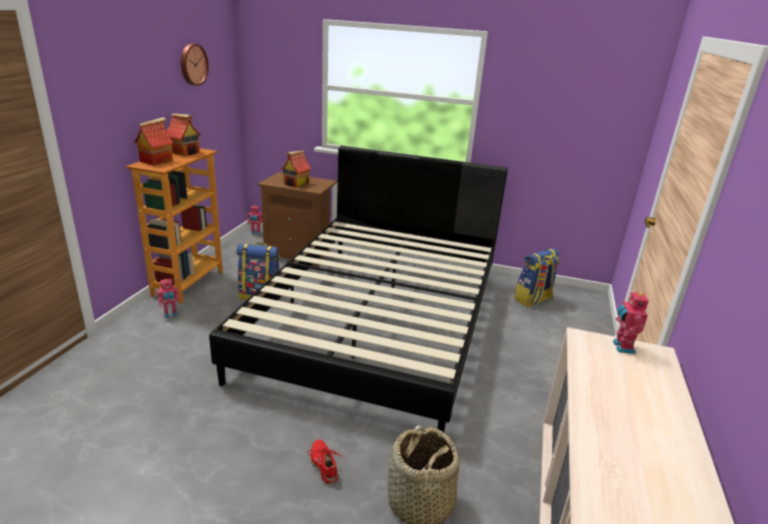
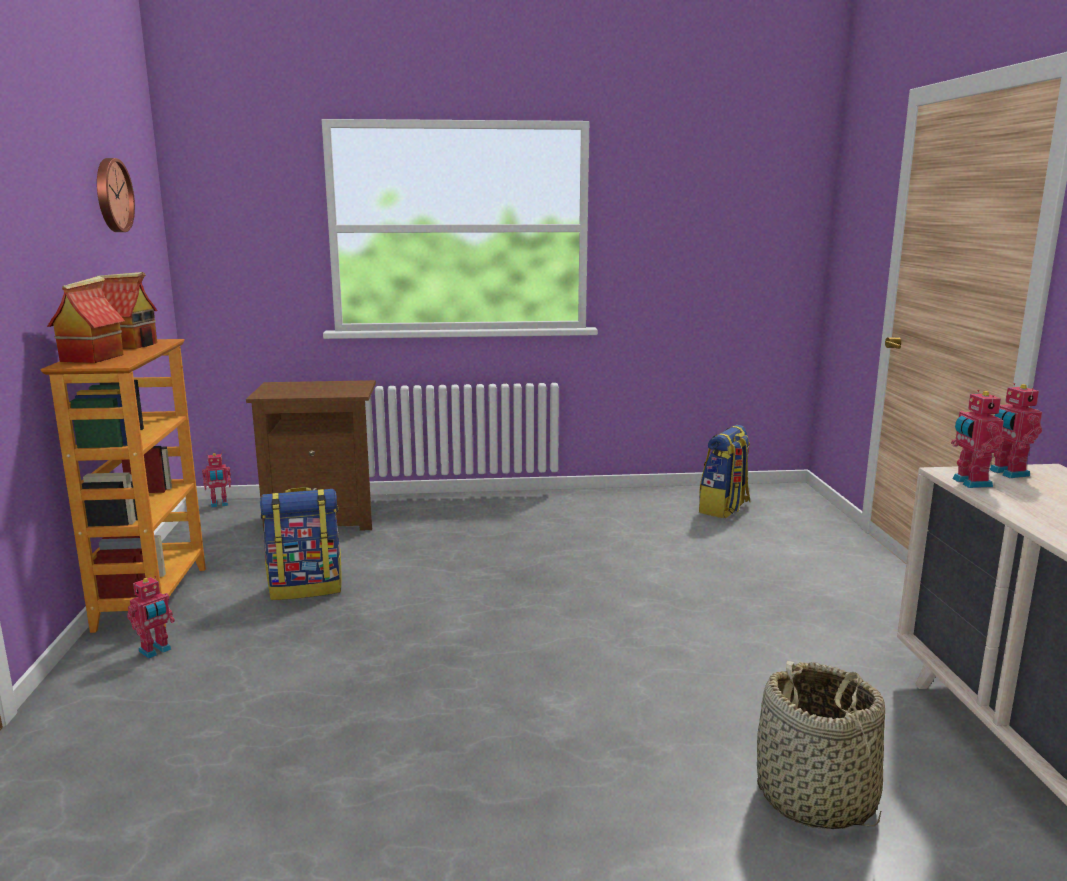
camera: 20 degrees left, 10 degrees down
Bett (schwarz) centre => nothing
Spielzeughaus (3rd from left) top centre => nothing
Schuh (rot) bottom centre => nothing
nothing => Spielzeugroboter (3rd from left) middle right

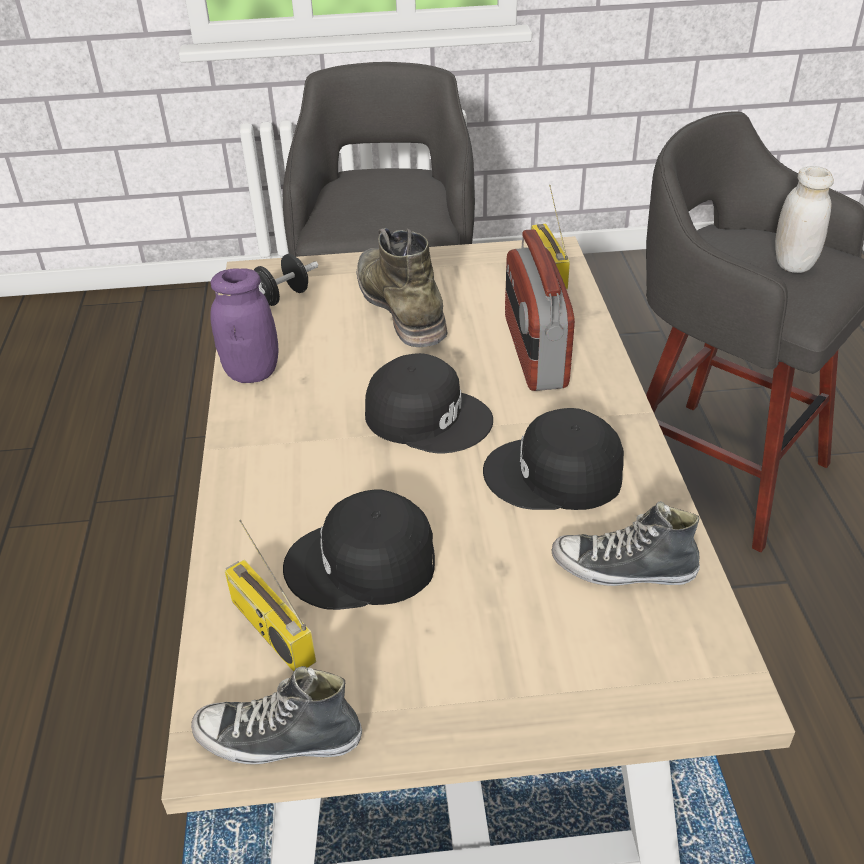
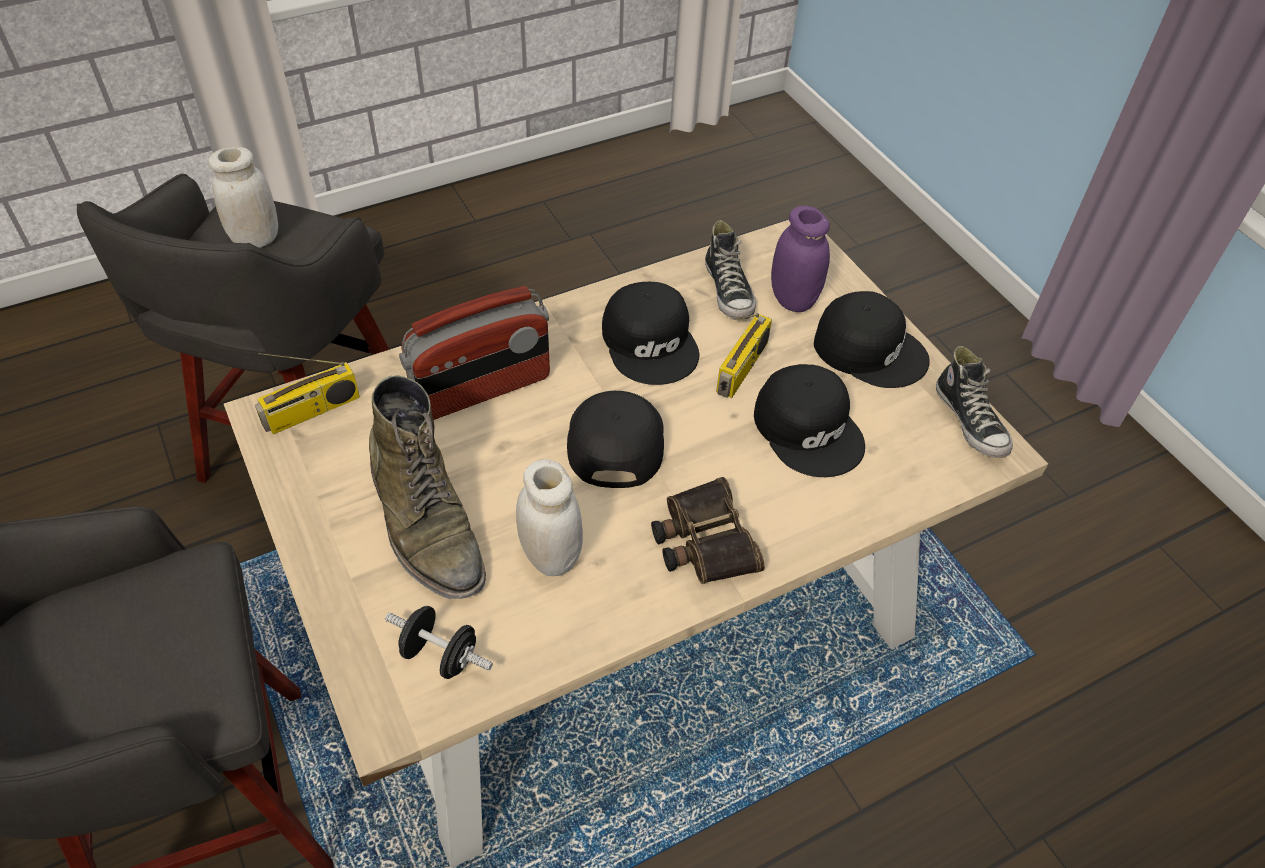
camera: 115 degrees left, 10 degrees up
Stiefel (grün) top centre => Stiefel (grün) centre, 75 degrees counterclockwise
Vorratsglas (lila) middle left => Vorratsglas (lila) top centre, move
Radio (1st from left in the first image) bottom left => Radio (3rd from left) centre, move
nothing => Kappe (schwarz) (4th from left) middle right
nothing => Vorratsglas (weiß) (2nd from left) centre
nothing => Fernglas centre

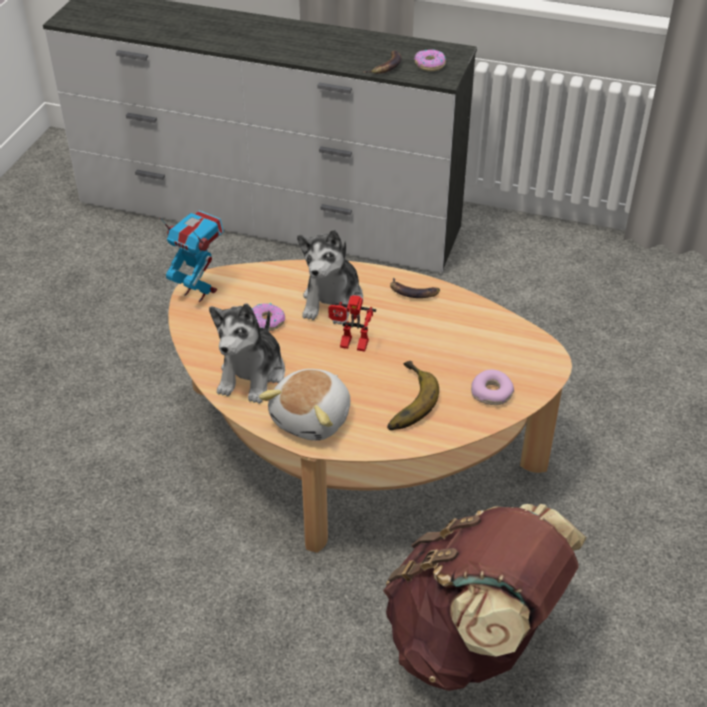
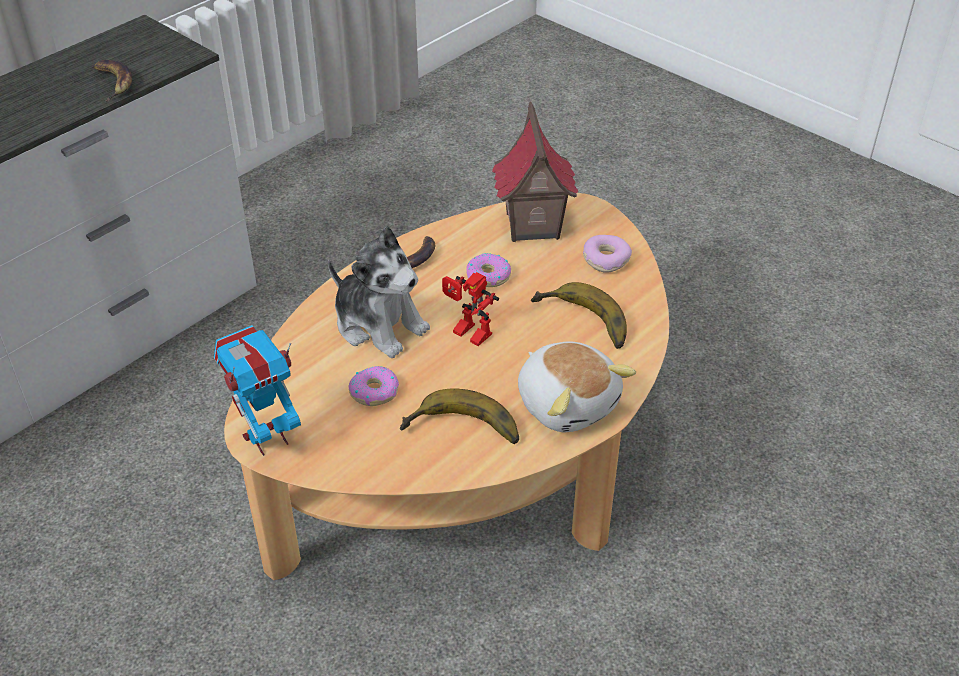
camera: 65 degrees left, 0 degrees up
Donut (2nd from left) top centre => Donut (2nd from left) centre, move
Spielzeugroboter (2nd from left) centre, 90 degrees clockwise
Plüschtier (1st from left) centre => Banane (3rd from left) centre
Rucksack (braun) bottom right => nothing
nothing => Spielzeughaus top centre

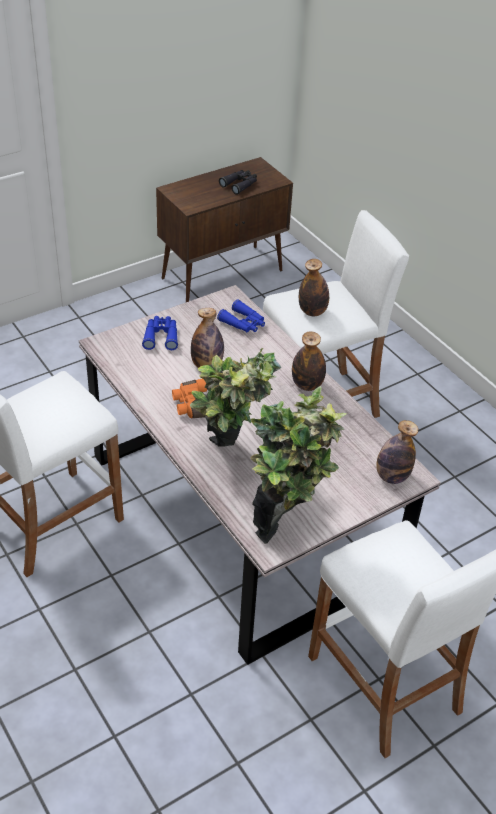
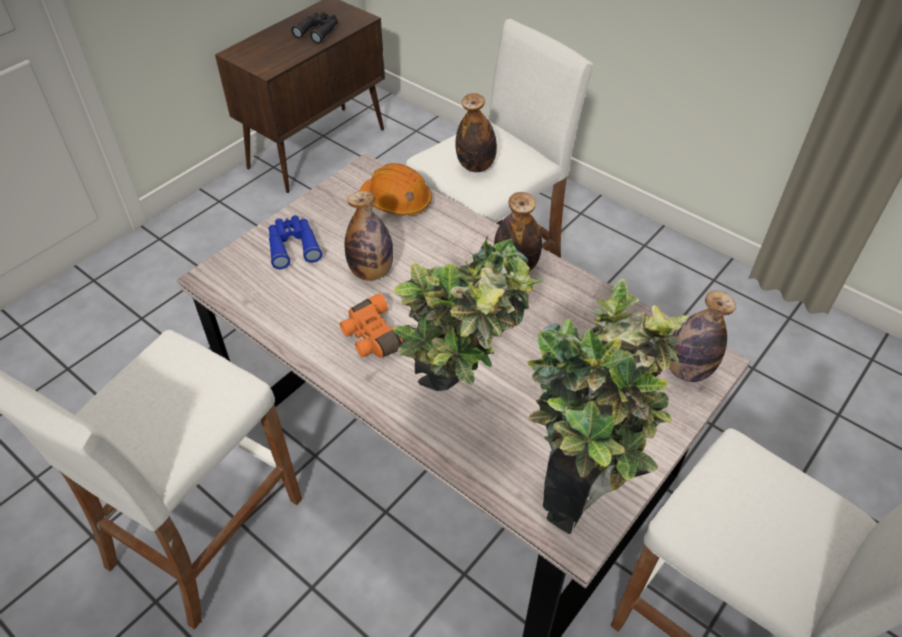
camera: 15 degrees left, 5 degrees up
Fernglas (blau) (2nd from left) centre => Schutzhelm (orange) top centre

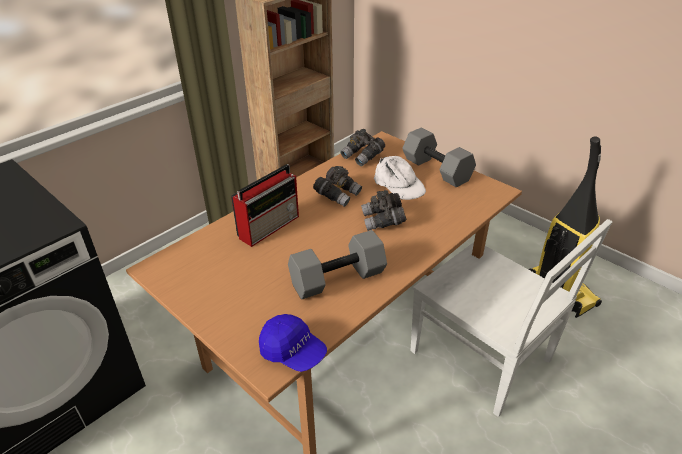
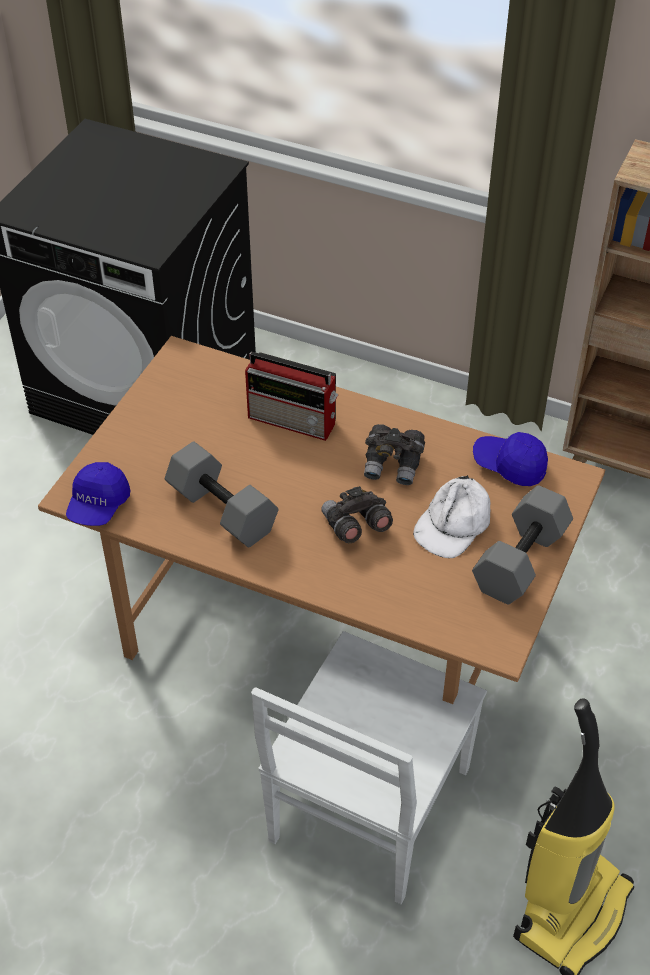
camera: 70 degrees right, 10 degrees up
Fernglas (grau) (2nd from left) top centre => Kappe (blau) (2nd from left) middle right

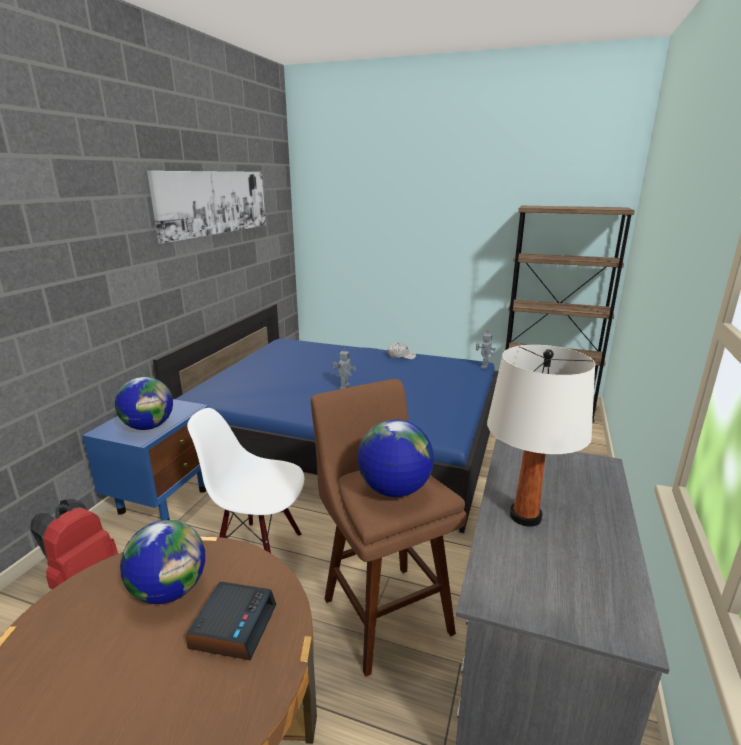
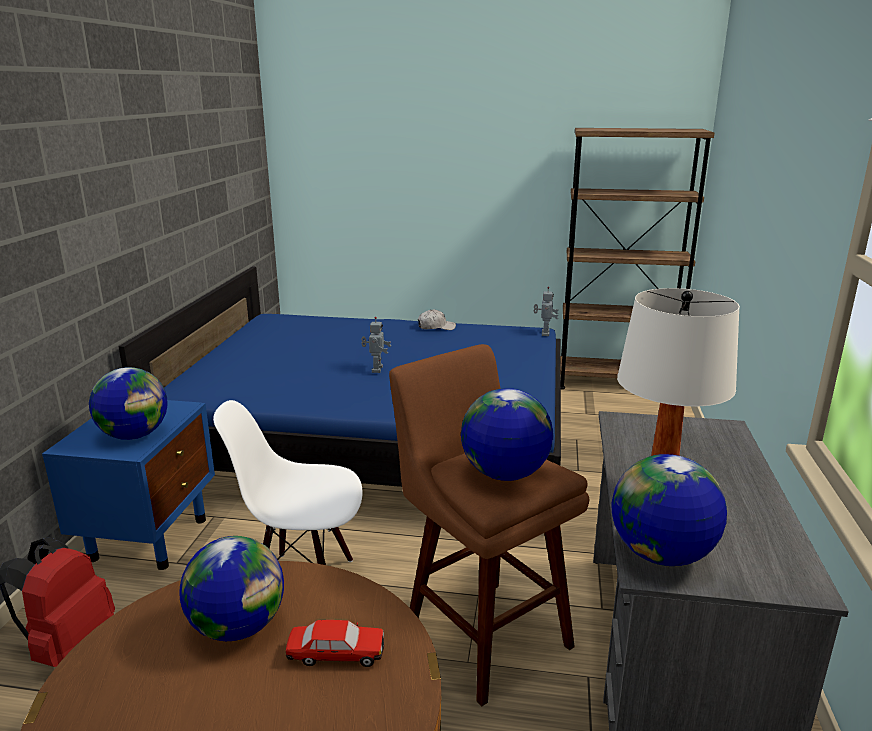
camera: 10 degrees left, 0 degrees up
Bild top left => nothing
Wecker bottom left => Spielzeugauto bottom centre
nothing => Globus (4th from left) bottom right

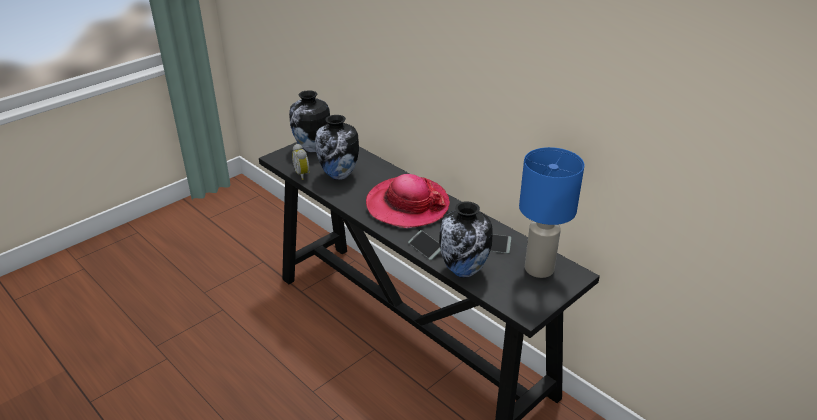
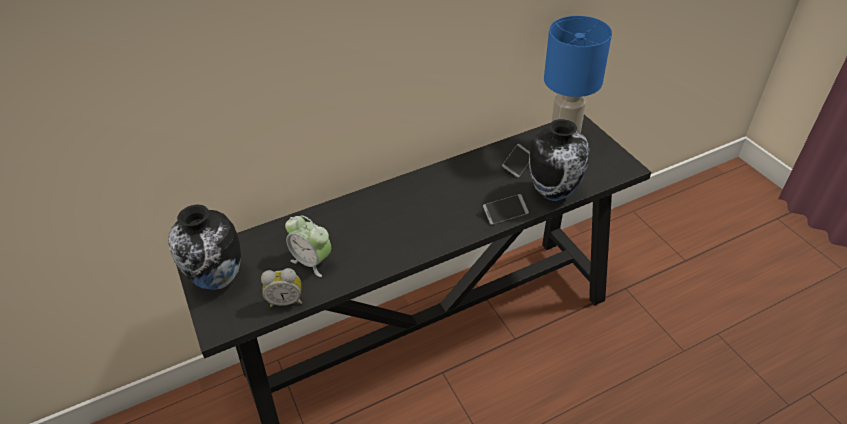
camera: 70 degrees left, 10 degrees up
Vase (2nd from left) centre => Wecker (2nd from left) centre
Hut centre => nothing

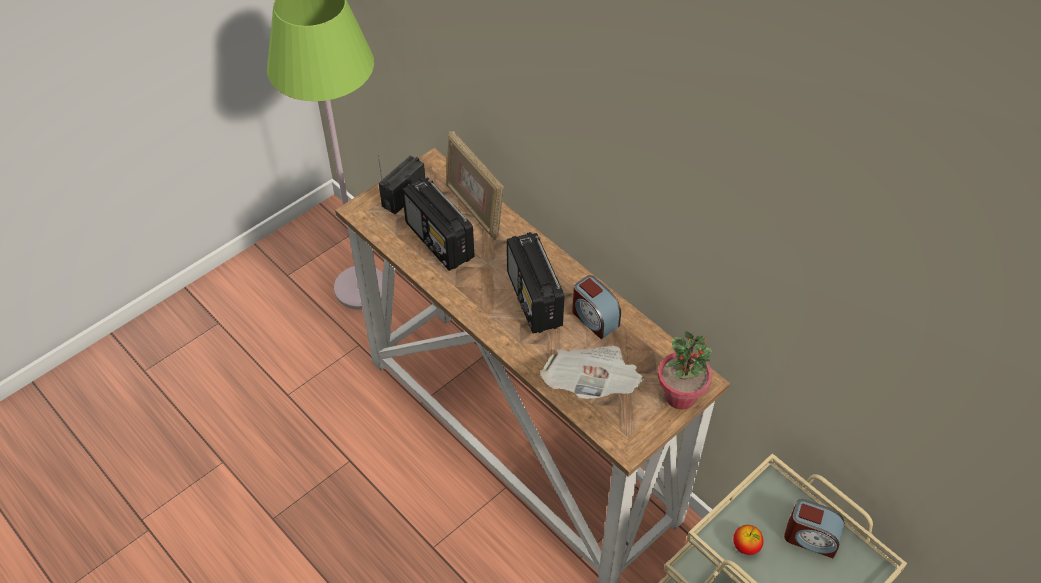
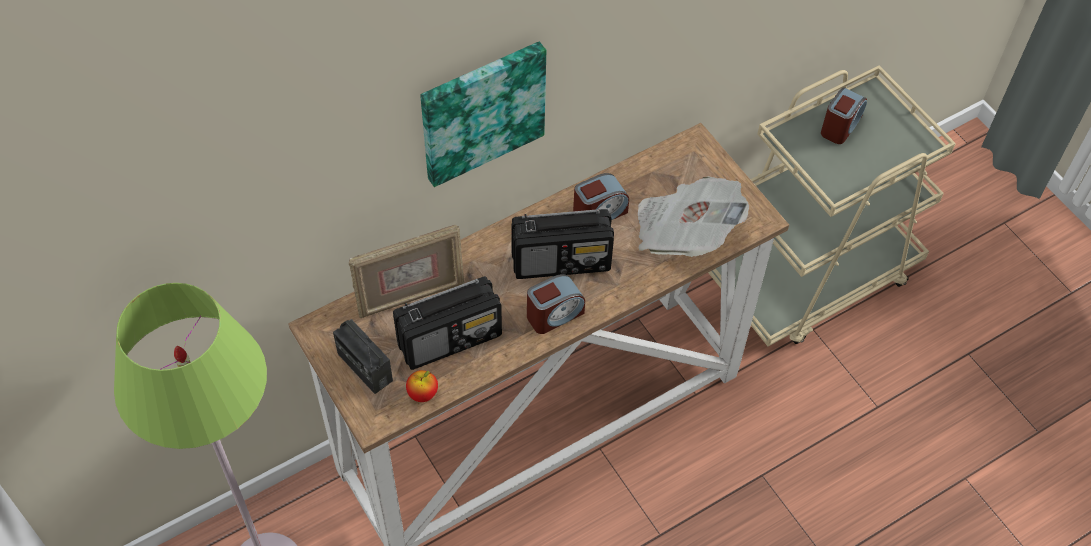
camera: 80 degrees left, 5 degrees up
Topfpflanze centre => nothing
Apfel bottom right => Apfel bottom centre, move
nothing => Bild top centre
nothing => Wecker (1st from left) centre

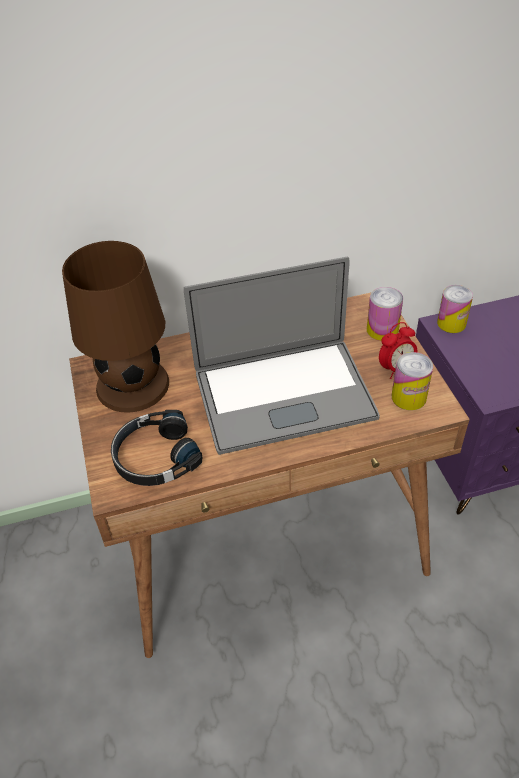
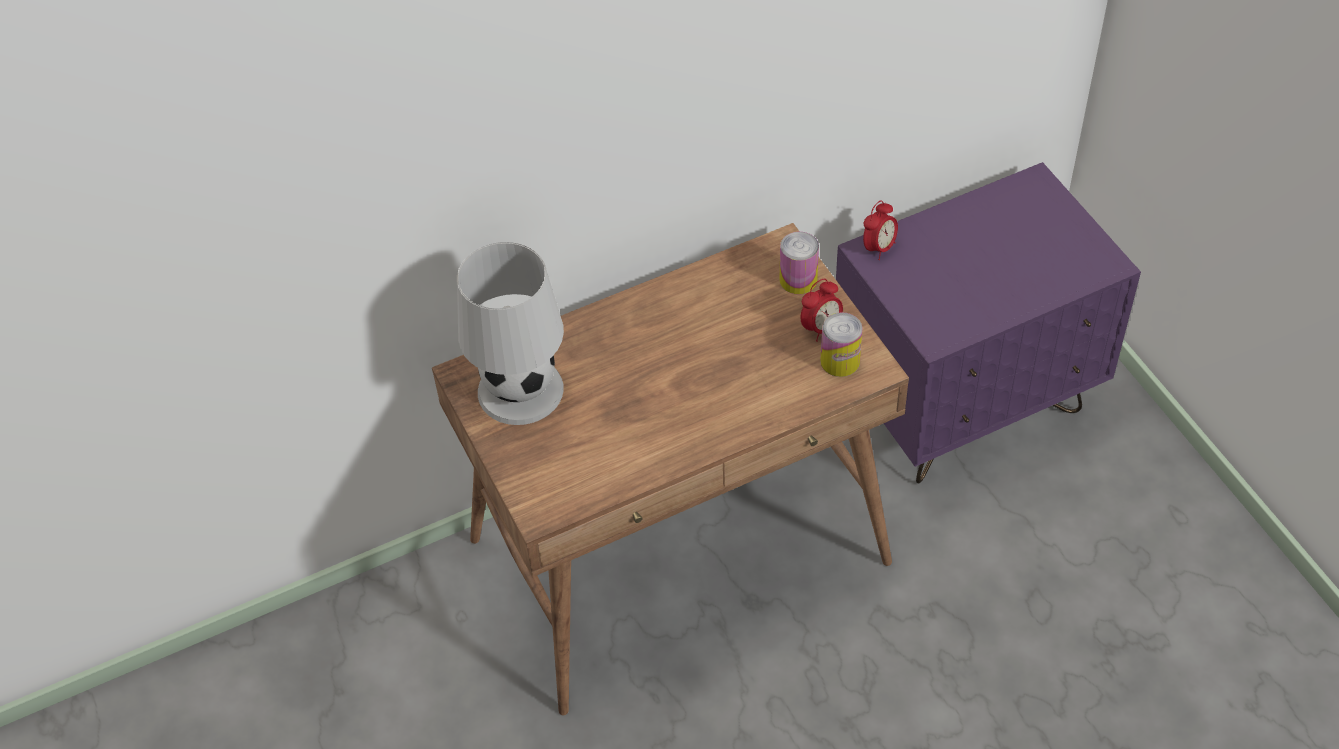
camera: 10 degrees left, 5 degrees up
Tischlampe (braun) middle left => Tischlampe (weiß) centre
Laptop centre => nothing
Dose (3rd from left) middle right => Wecker (2nd from left) top centre
Kopfhörer (schwarz) middle left => nothing

